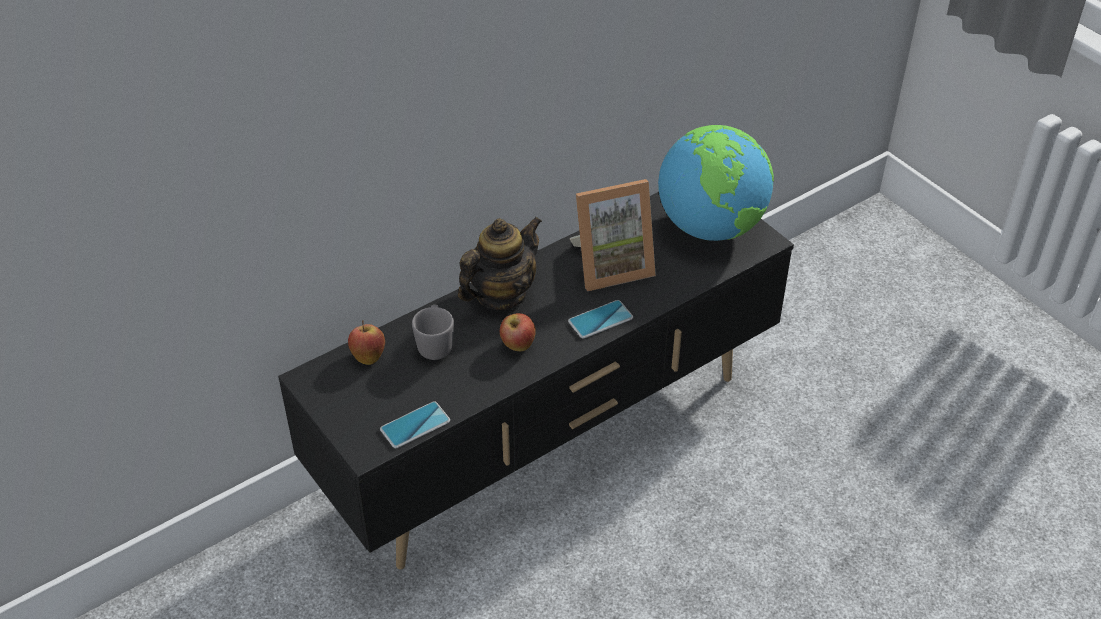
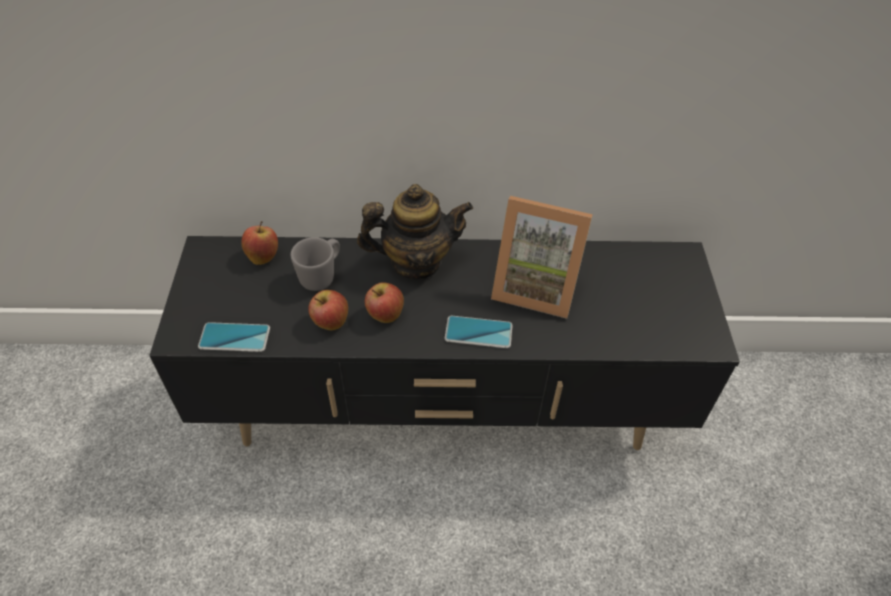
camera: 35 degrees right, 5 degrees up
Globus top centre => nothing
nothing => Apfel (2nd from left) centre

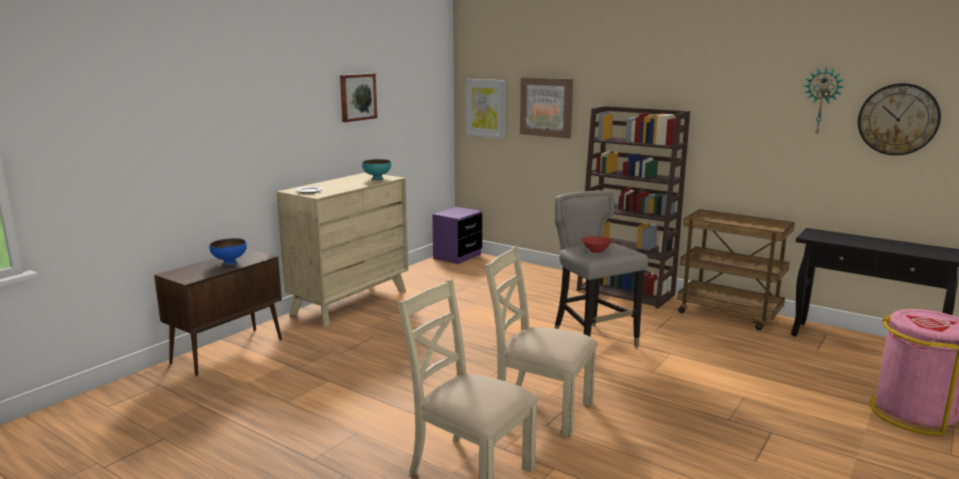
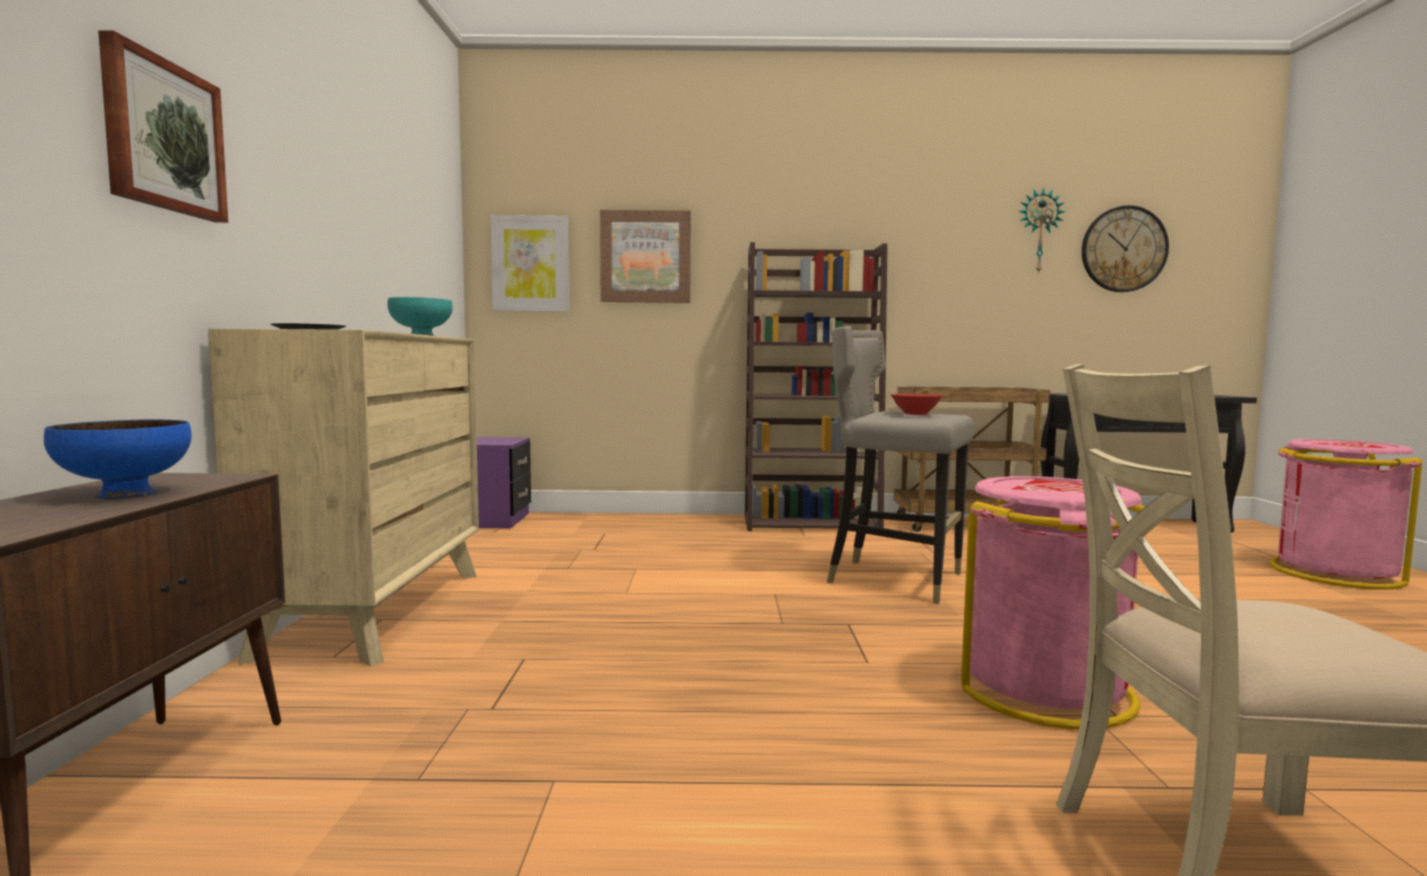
camera: 35 degrees left, 10 degrees down
Bild (1st from left) top centre => Bild (1st from left) top left, move
Stuhl (beige) (2nd from left) bottom centre => Mülleimer (rosa) (1st from left) bottom right

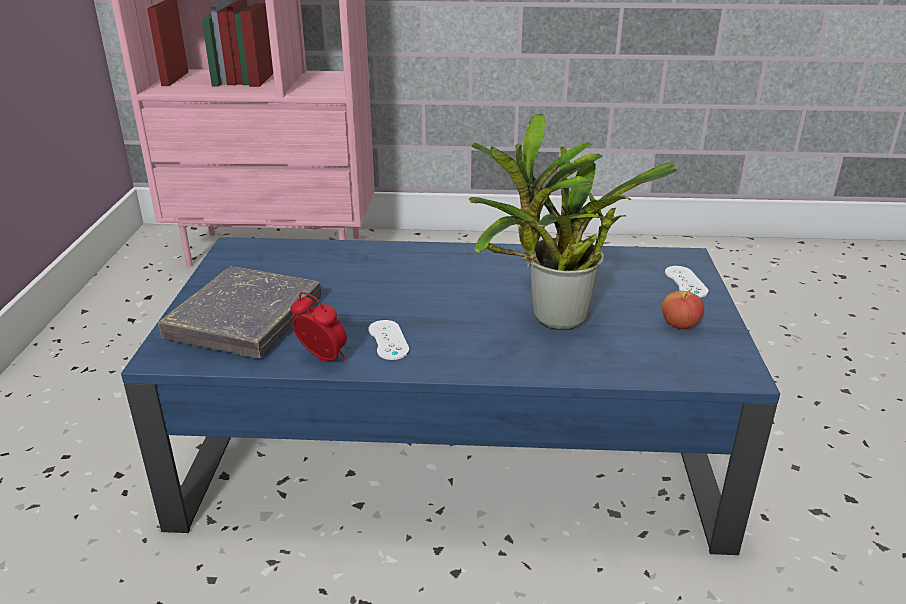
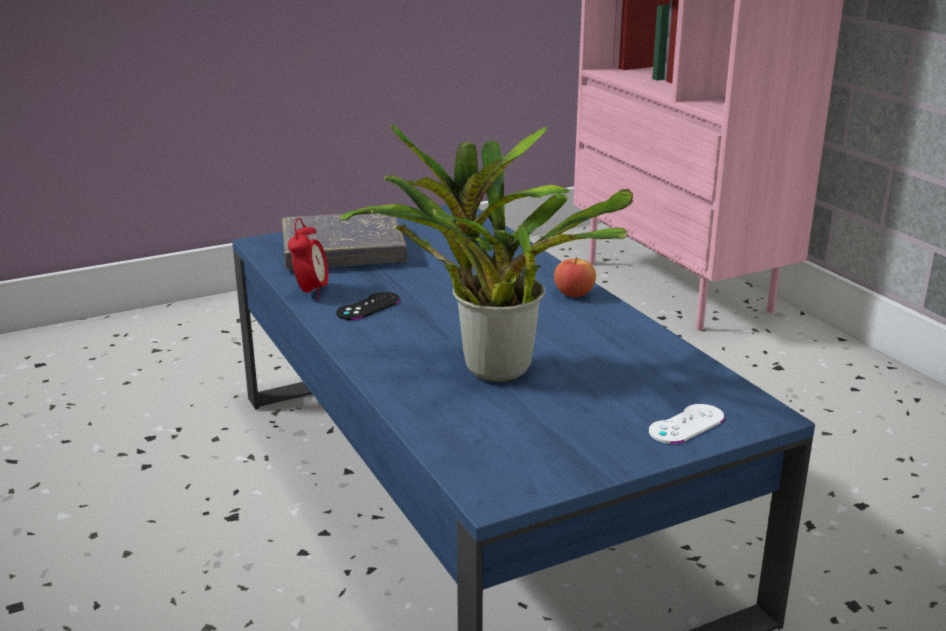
camera: 60 degrees right, 5 degrees down
Apfel middle right => Apfel centre, move
Gamepad (weiß) (1st from left) centre => Gamepad (schwarz) centre

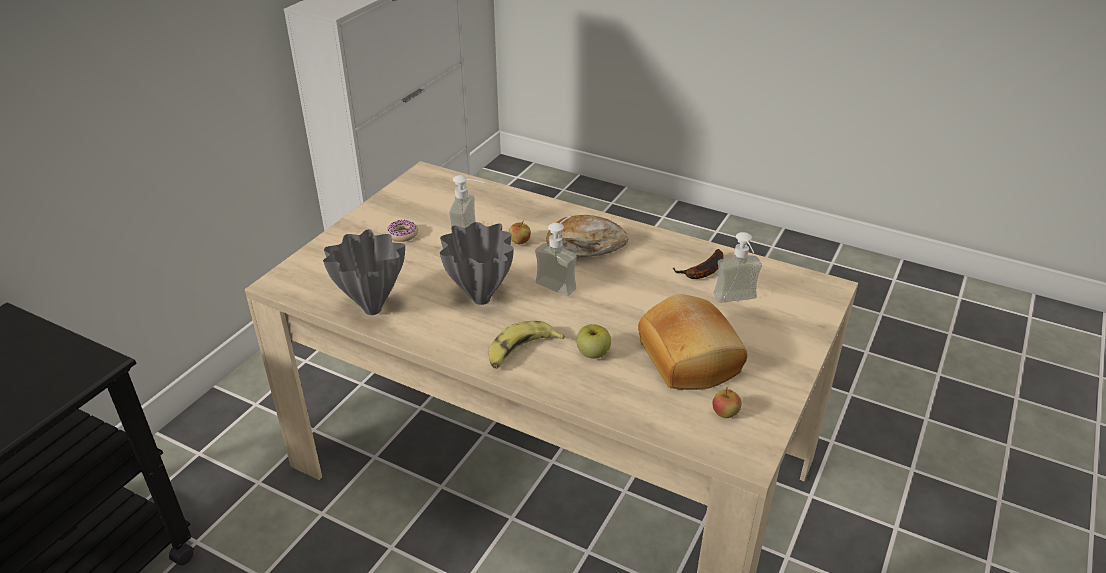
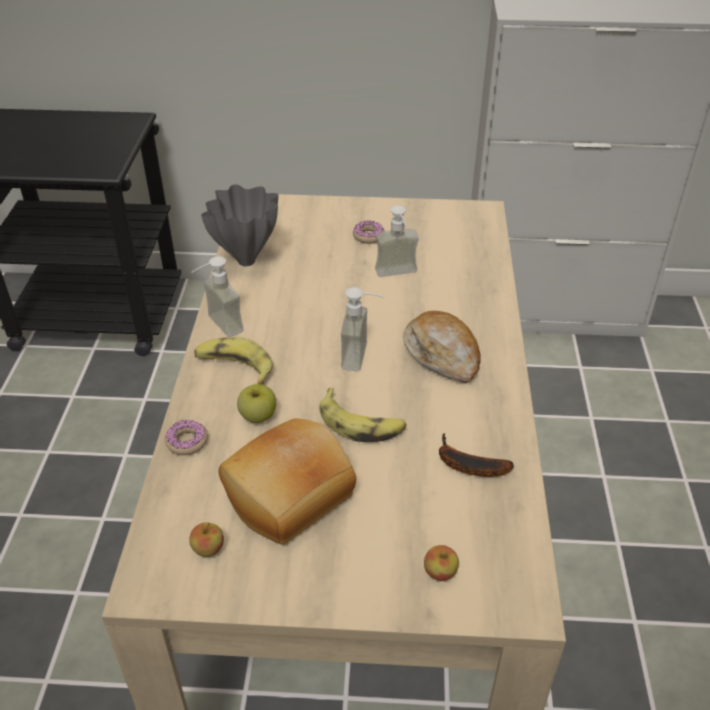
camera: 65 degrees right, 5 degrees up
Apfel (1st from left in the first image) centre => Apfel (3rd from left) bottom centre, move
Vase (grau) (2nd from left) centre => nothing
Seifenspender (3rd from left in the first image) middle right => Seifenspender (1st from left) middle left, move
nothing => Banane (2nd from left) centre
nothing => Donut (1st from left) middle left

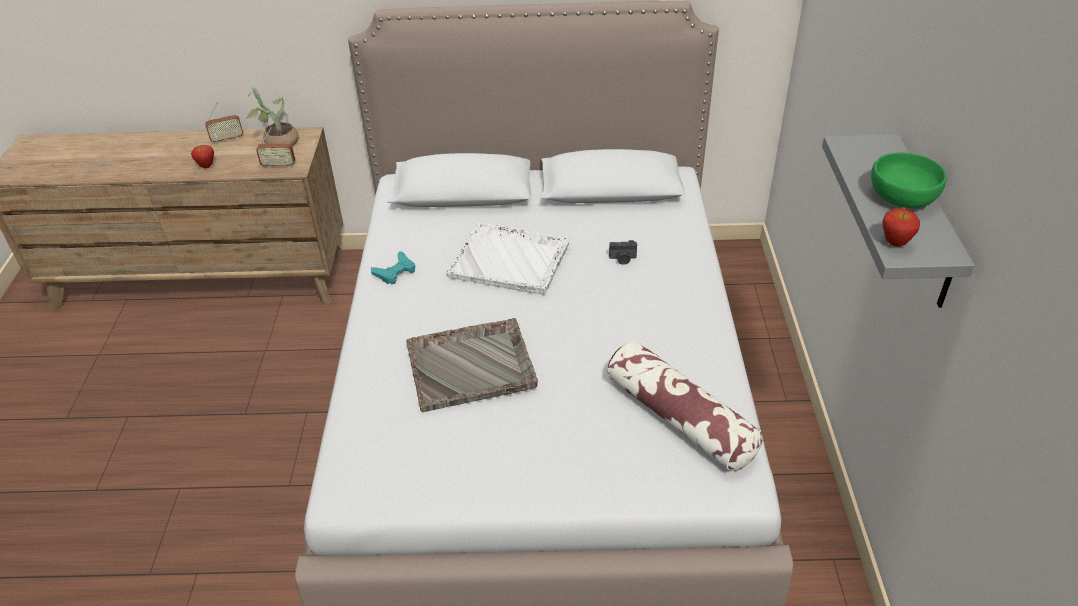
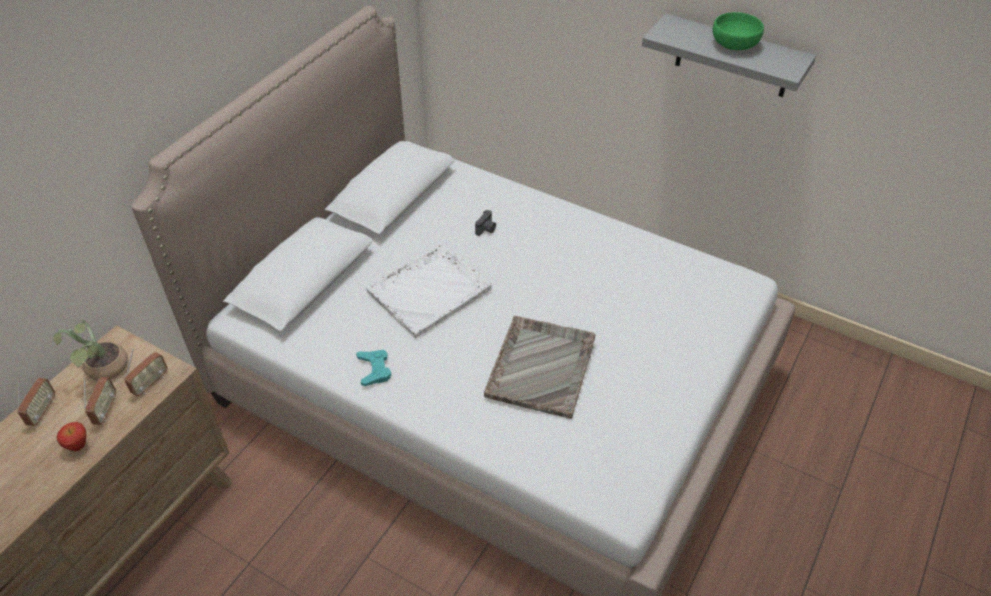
camera: 60 degrees left, 5 degrees up
Apfel (2nd from left) middle right => nothing
Kissen bottom centre => nothing
nothing => Radio (2nd from left) bottom left

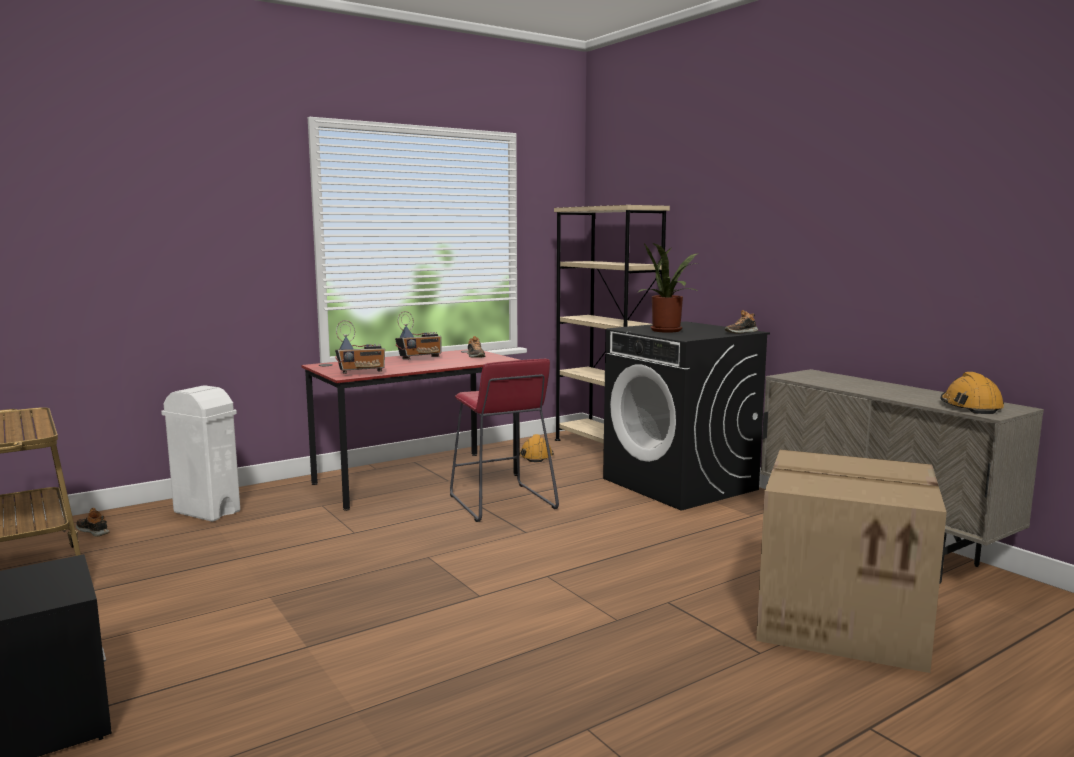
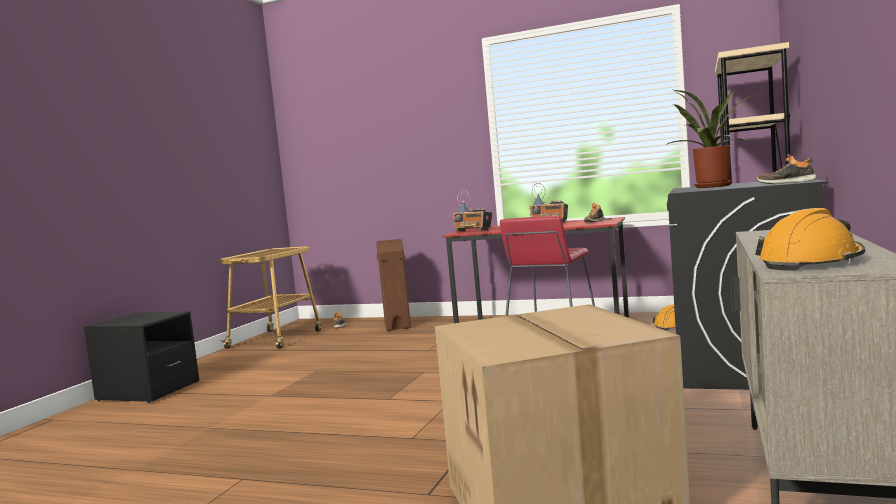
camera: 55 degrees right, 5 degrees down
Mülleimer (weiß) middle left => Mülleimer (braun) centre

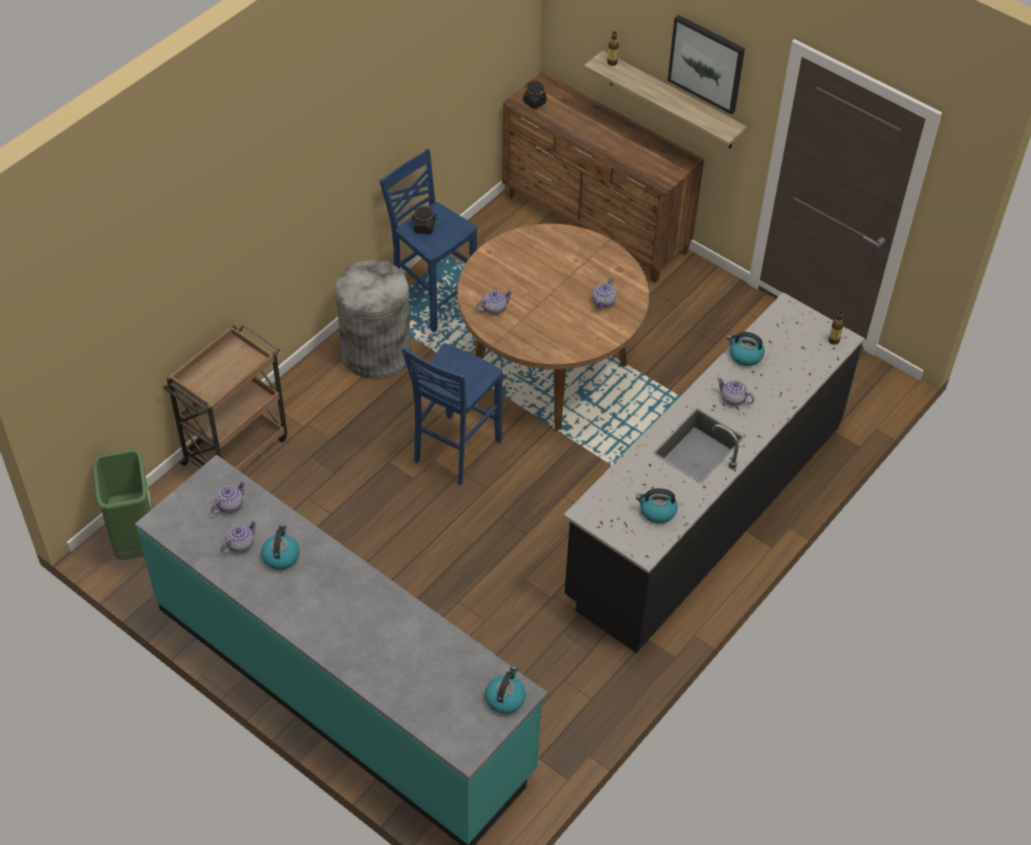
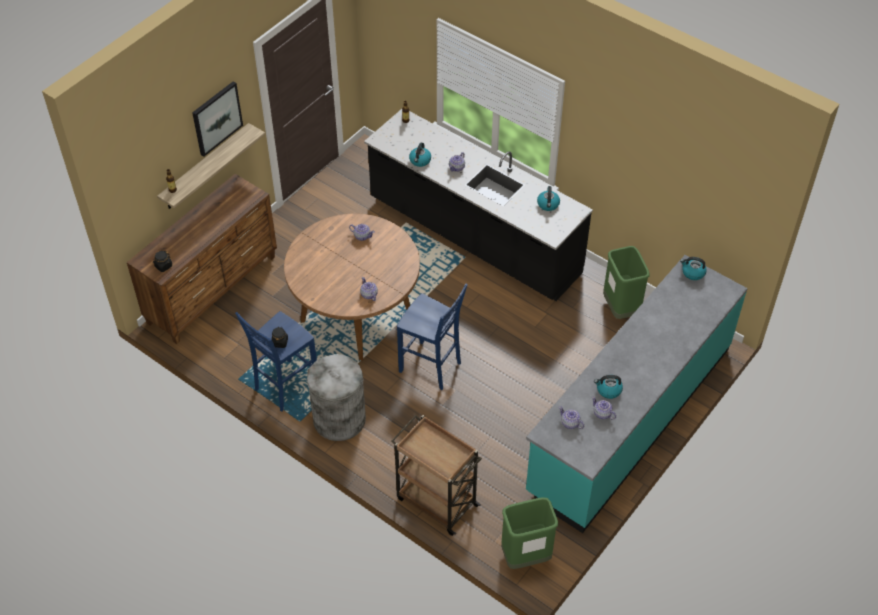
camera: 90 degrees left, 0 degrees up
nothing => Mülleimer (grün) (2nd from left) middle right

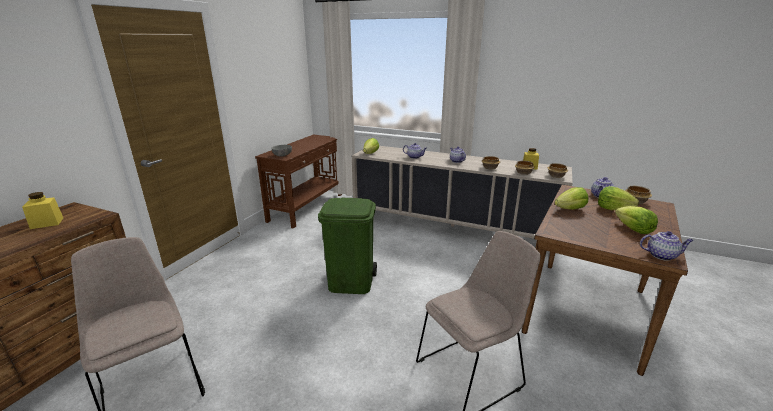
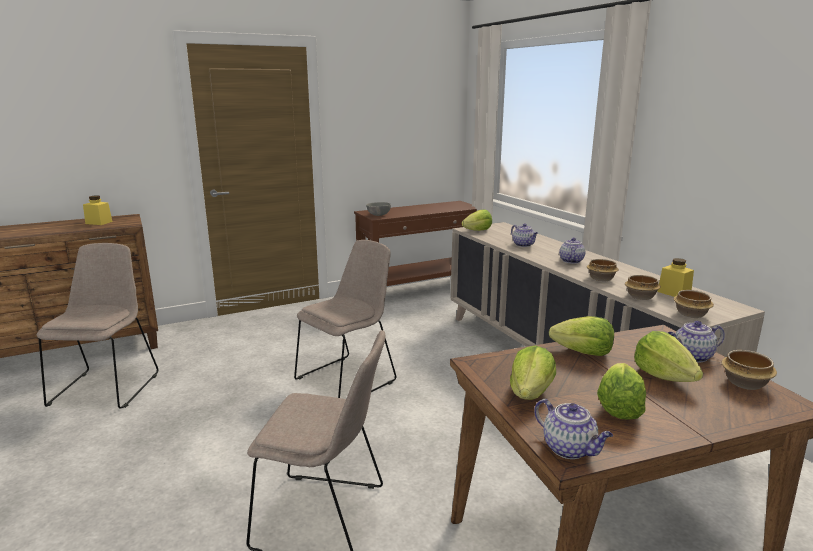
camera: 40 degrees right, 5 degrees down
Mülleimer (grün) centre => Stuhl (beige) (3rd from left) centre
nothing => Salatkopf (2nd from left) bottom centre

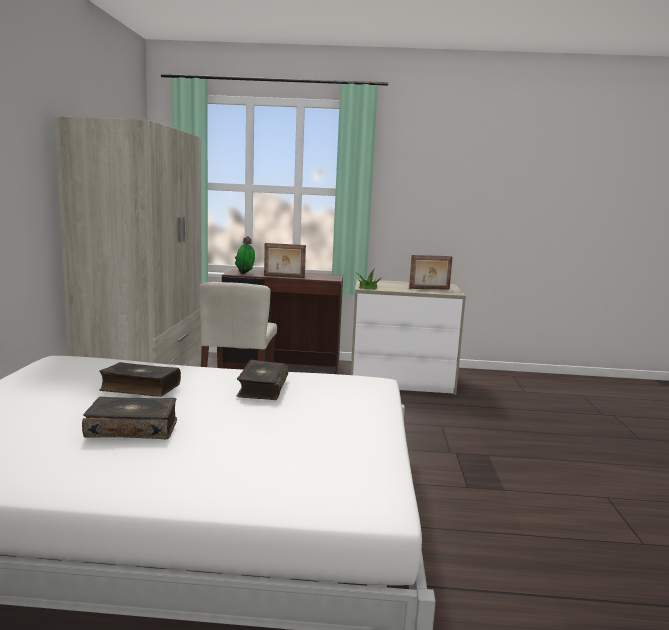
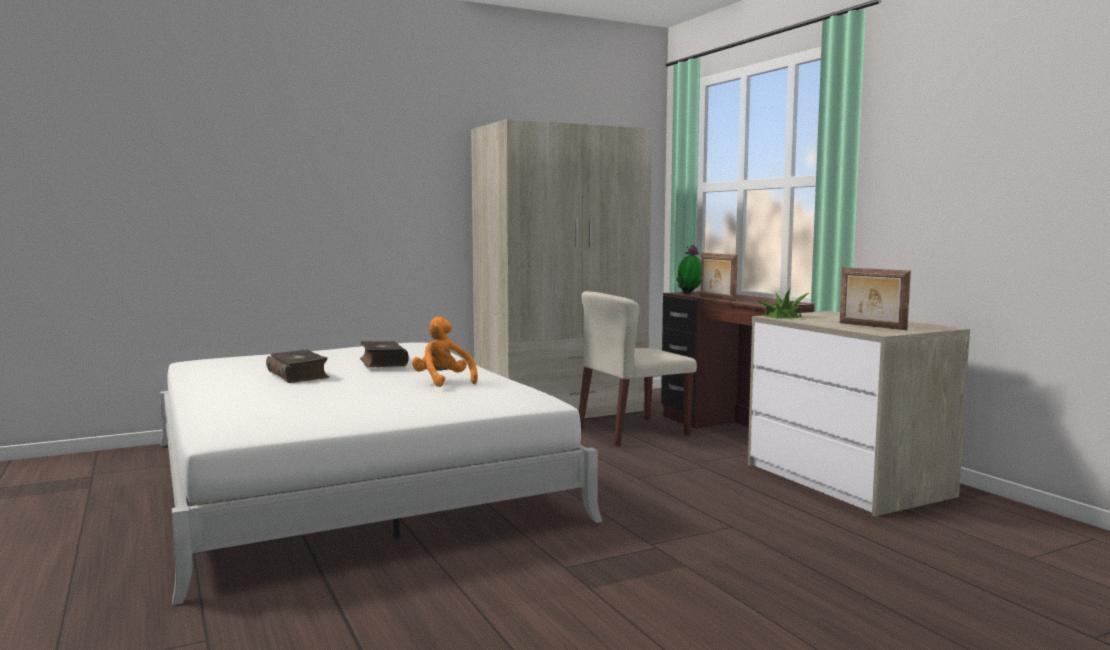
camera: 60 degrees right, 5 degrees down
Buch (3rd from left) centre => Plüschtier (orange) centre

